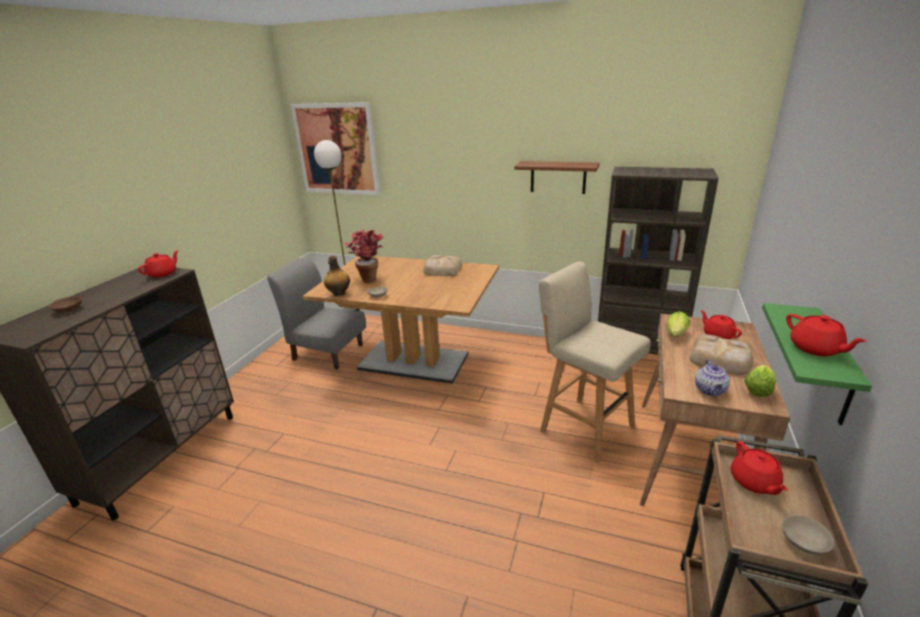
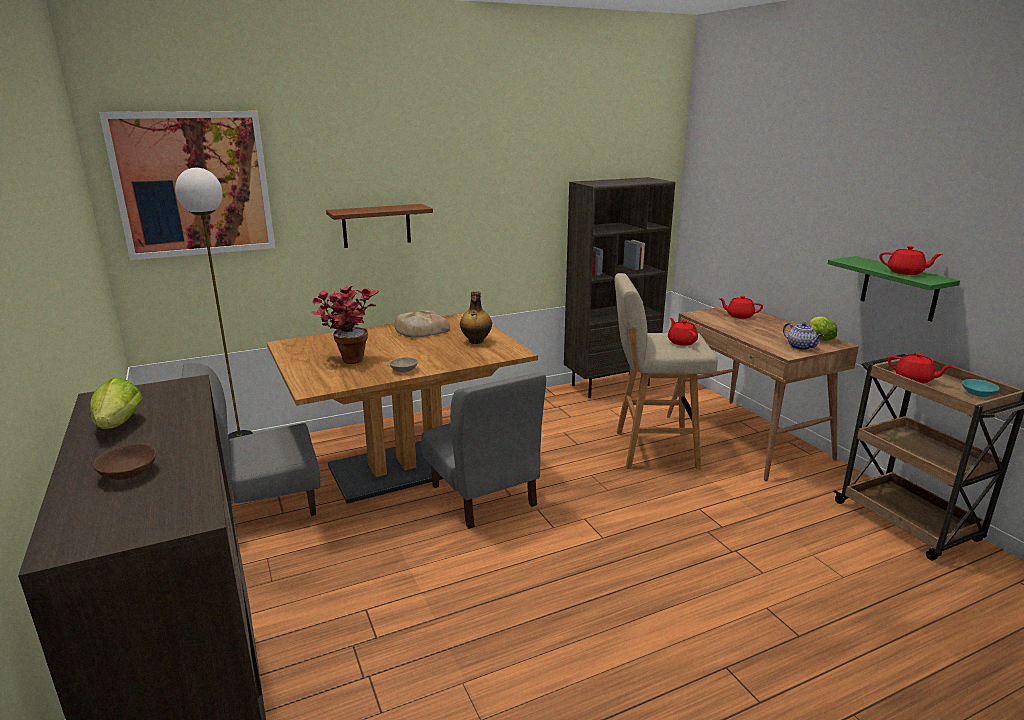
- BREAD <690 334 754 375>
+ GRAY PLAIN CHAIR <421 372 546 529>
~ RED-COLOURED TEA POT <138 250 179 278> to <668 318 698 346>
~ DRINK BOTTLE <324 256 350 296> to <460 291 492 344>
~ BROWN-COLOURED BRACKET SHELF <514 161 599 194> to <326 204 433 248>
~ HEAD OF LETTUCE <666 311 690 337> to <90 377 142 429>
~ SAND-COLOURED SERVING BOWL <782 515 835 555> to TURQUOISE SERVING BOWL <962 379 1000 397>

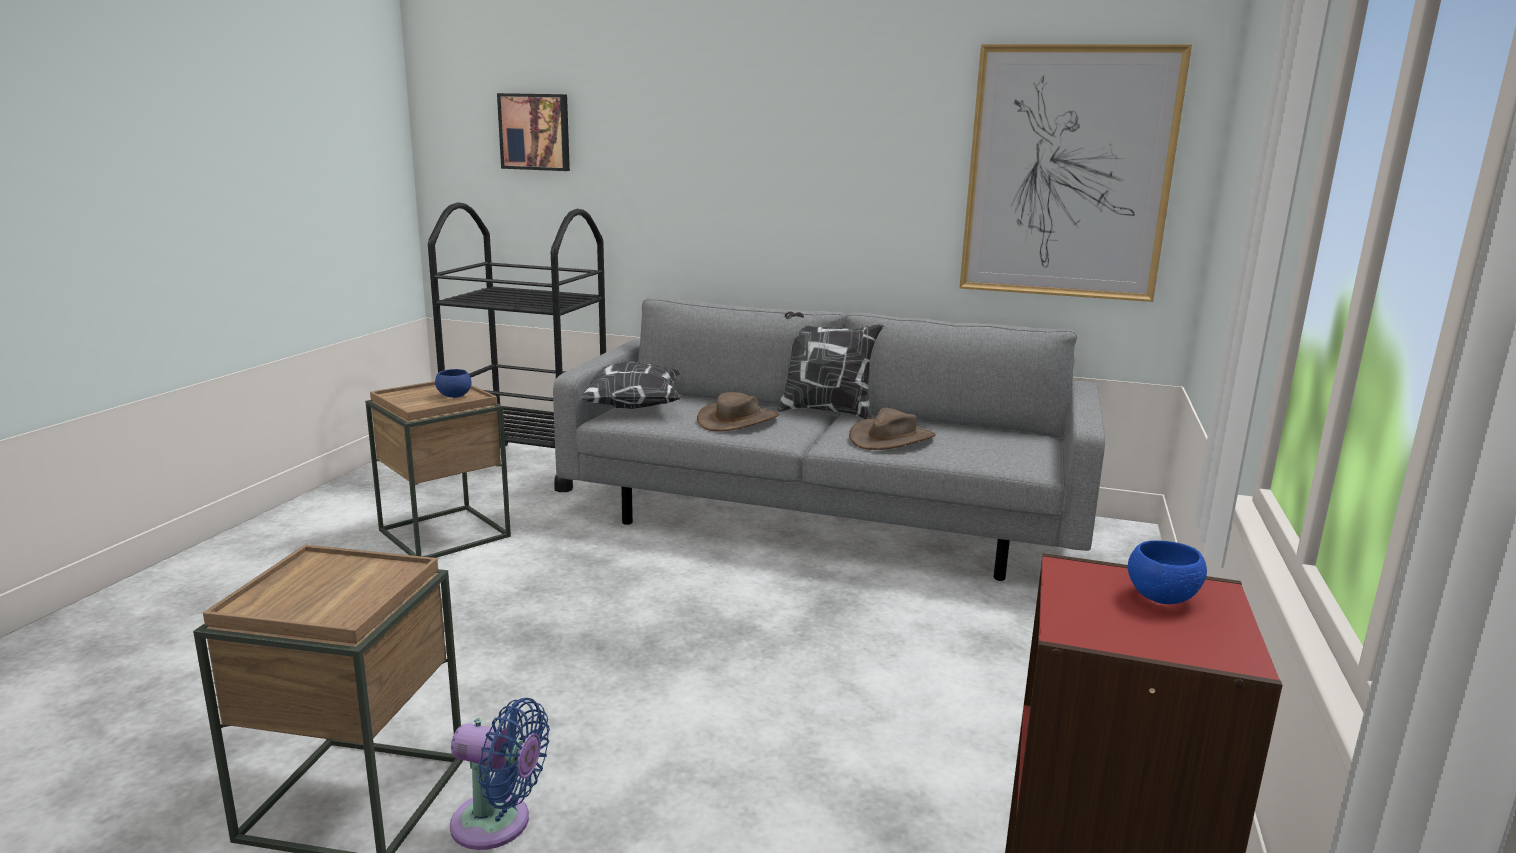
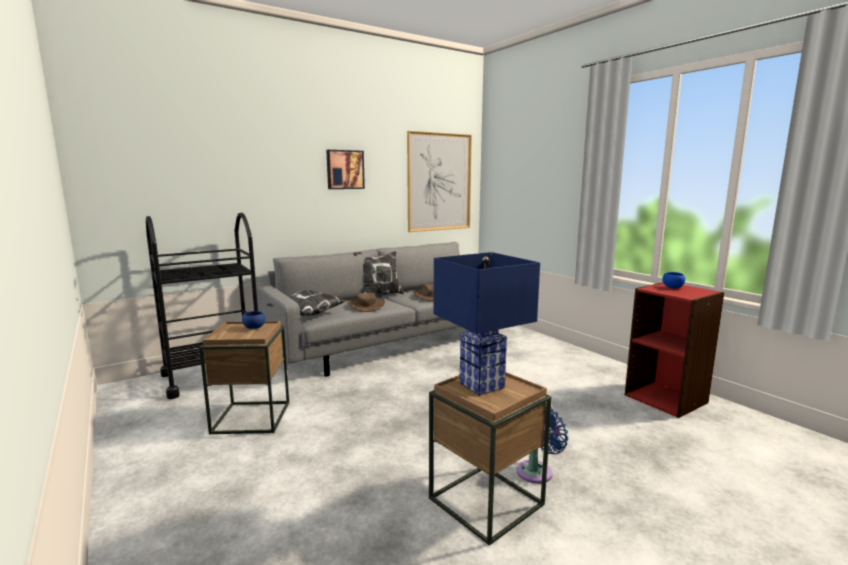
+ BLUISH LAMP FOR A TABLE <434 252 540 395>
~ WALL ART <497 93 570 171> to <326 150 365 189>

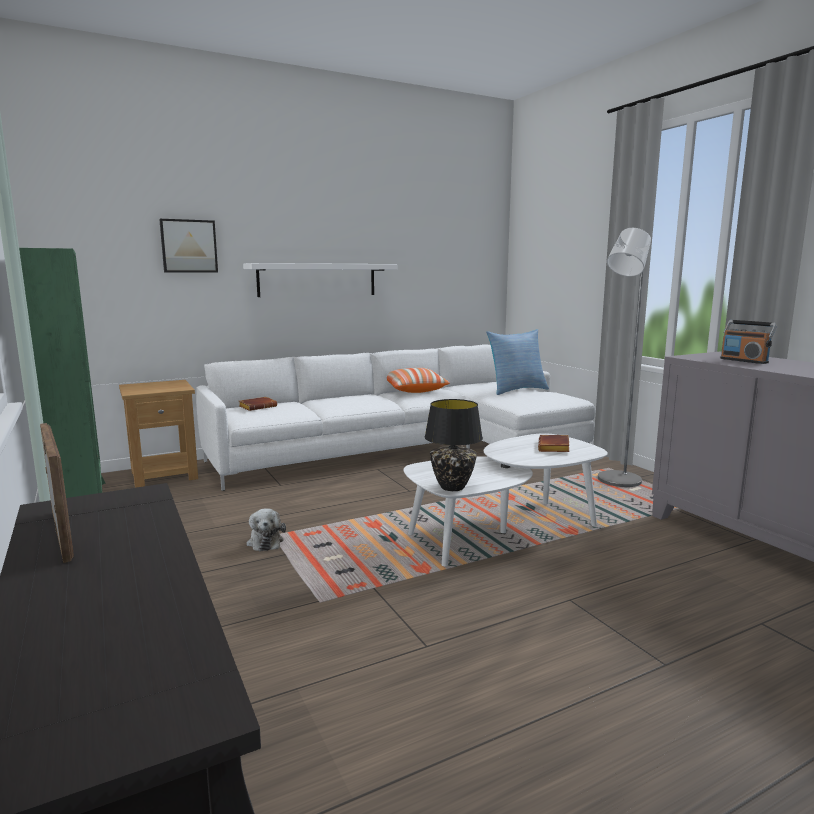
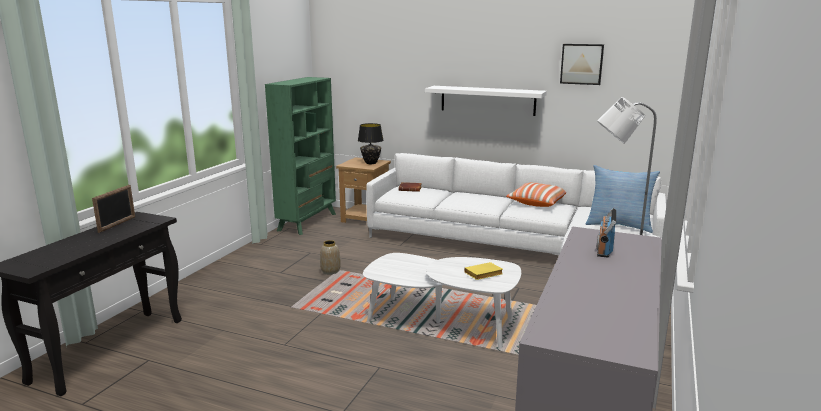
~ WALL ART <159 219 218 273> to <560 44 604 85>
~ BLACK LAMP FOR A TABLE <425 399 483 491> to <358 123 383 164>
~ CUDDLY TOY <246 508 286 551> to DECORATIVE VASE <320 240 341 275>
~ BROWN-COLOURED VOLUME <538 435 569 452> to YELLOW VOLUME <464 262 503 280>

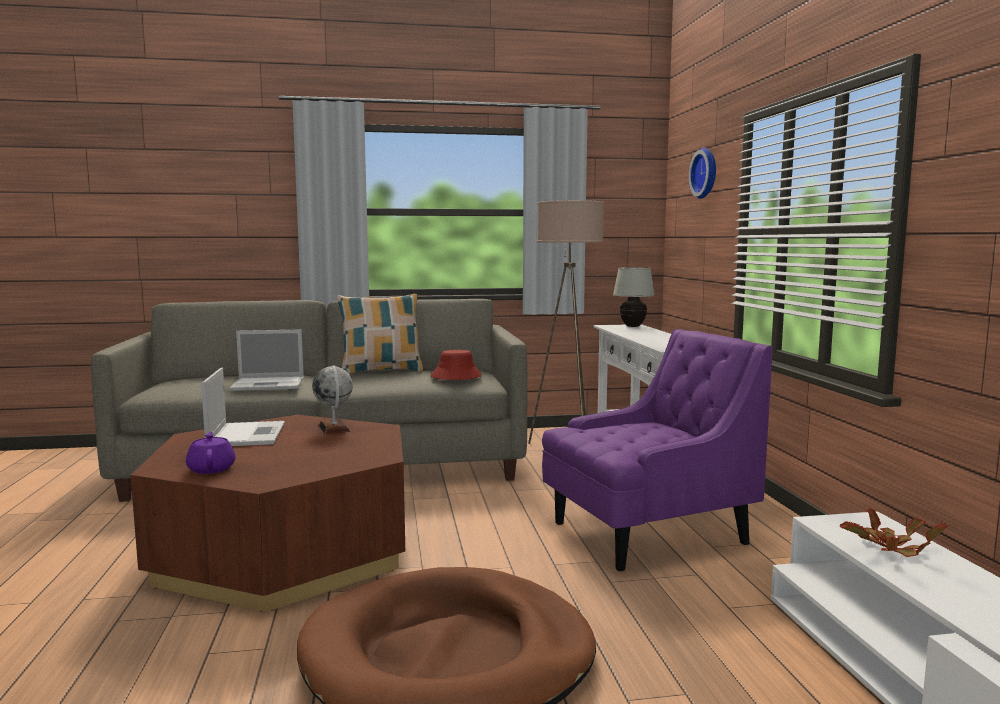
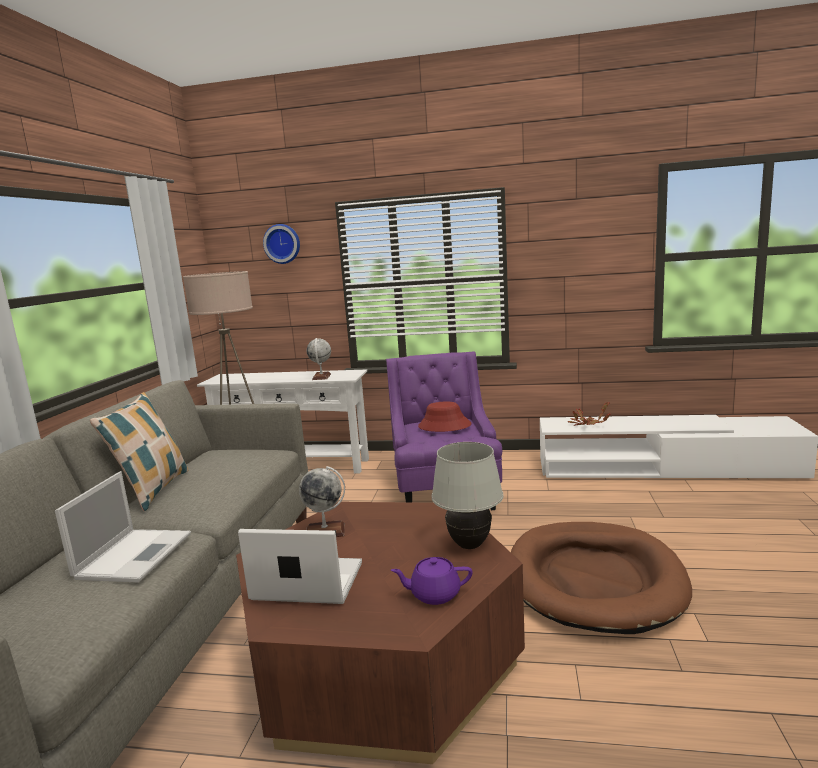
+ WORLD GLOBE <307 338 331 380>
~ RED-COLOURED WEARABLE HAT <431 350 482 380> to <418 402 471 432>
~ WHITISH LAMP FOR A TABLE <613 267 655 327> to <432 442 503 549>

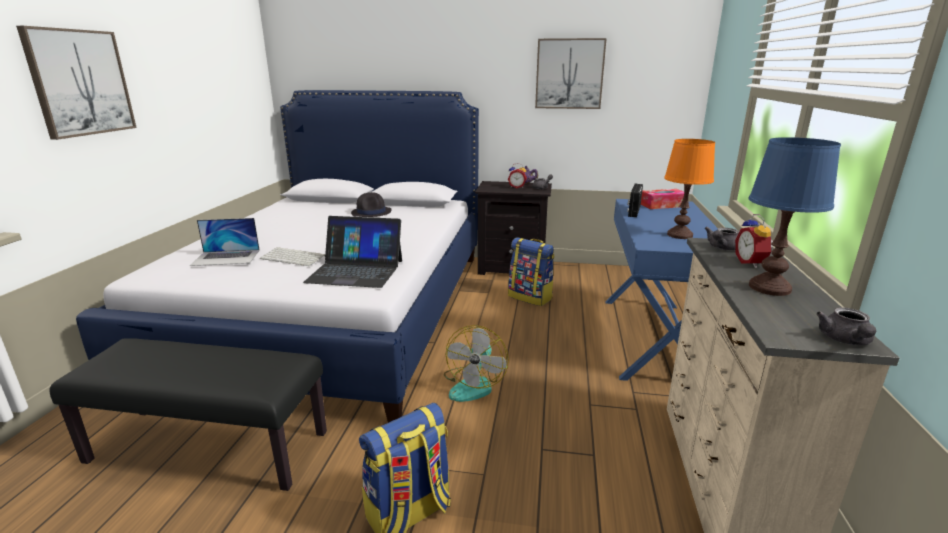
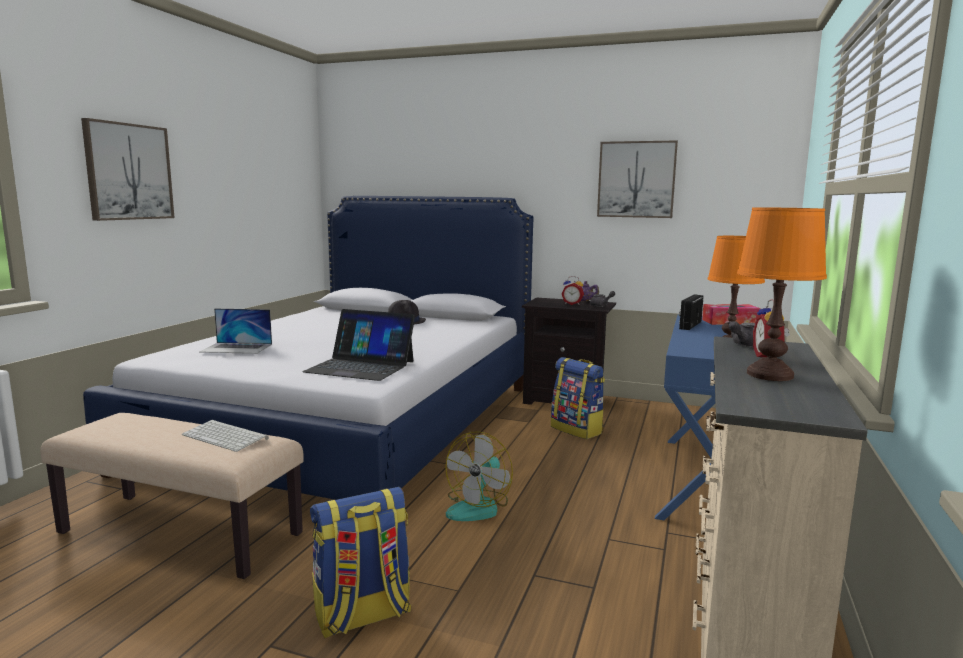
- GRAY TEA POT <816 307 876 345>
~ PC KEYBOARD <260 247 325 266> to <182 420 269 452>
~ BLACK INDOOR BENCH <49 338 327 491> to SAND-COLOURED INDOOR BENCH <41 413 304 579>
~ BLUISH LAMP FOR A TABLE <749 137 841 296> to ORANGEY LAMP FOR A TABLE <737 207 827 381>

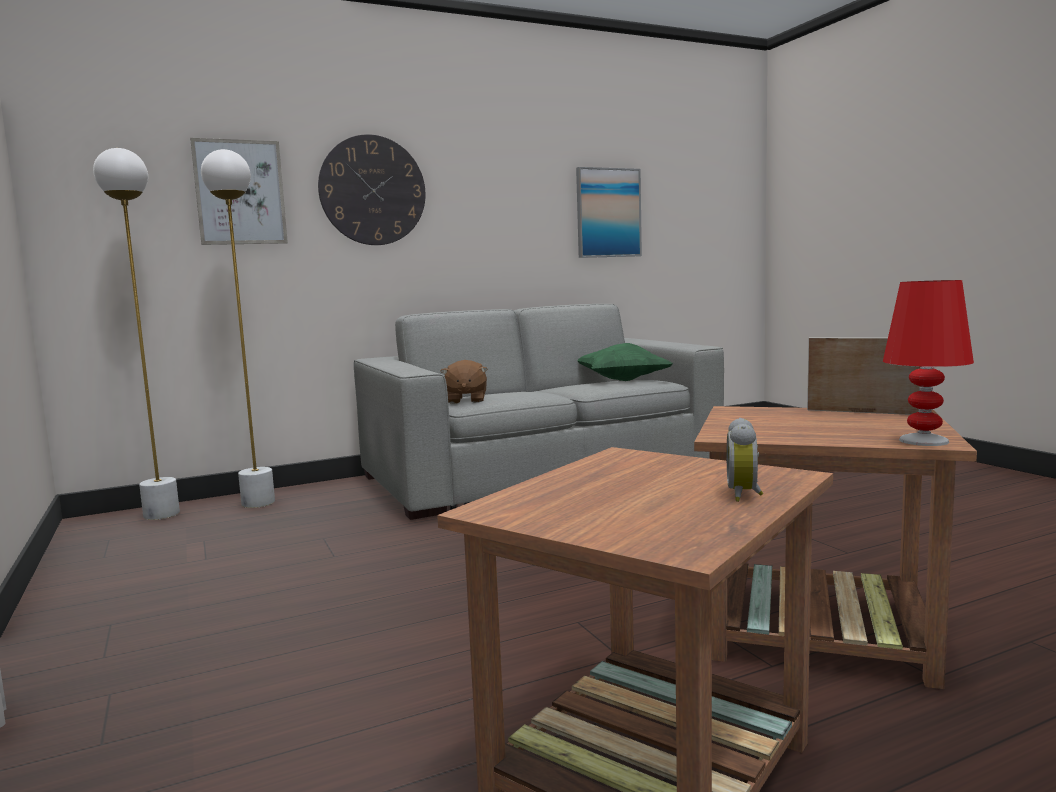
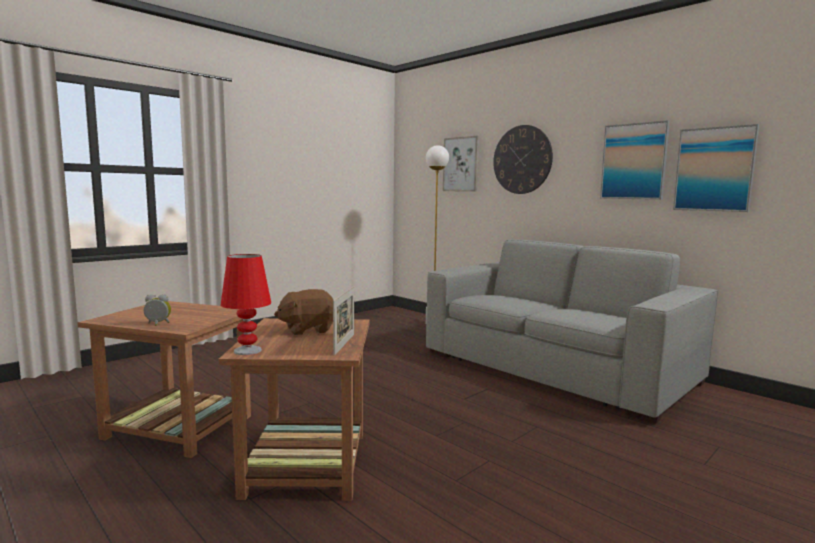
- WHITISH STANDARD LAMP <93 148 180 520>
- GREEN-COLOURED THROW PILLOW <577 343 673 381>
+ WALL ART <600 120 670 200>
~ BROWN-COLOURED CUDDLY TOY <441 360 487 404> to <274 289 333 335>

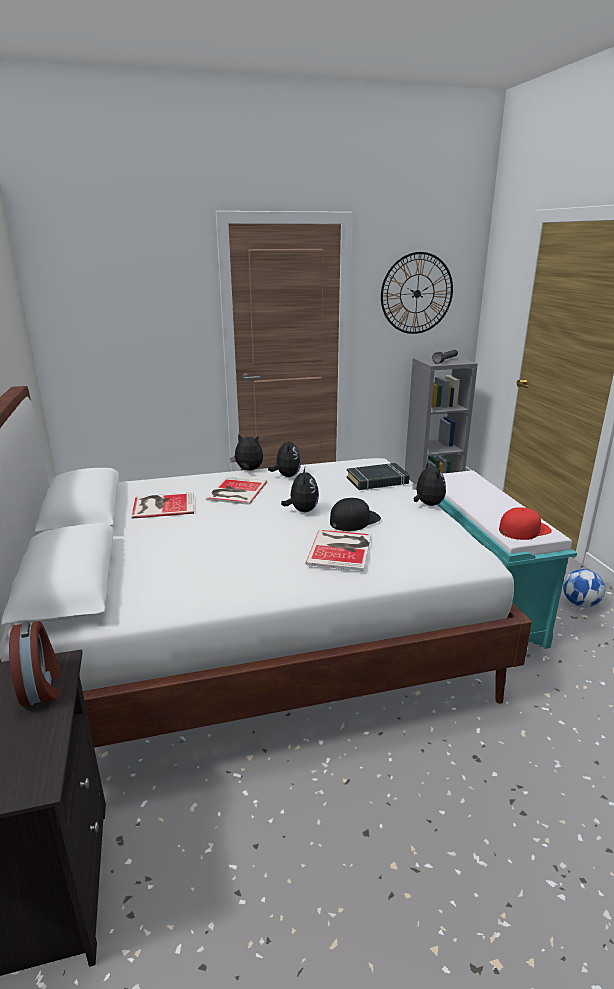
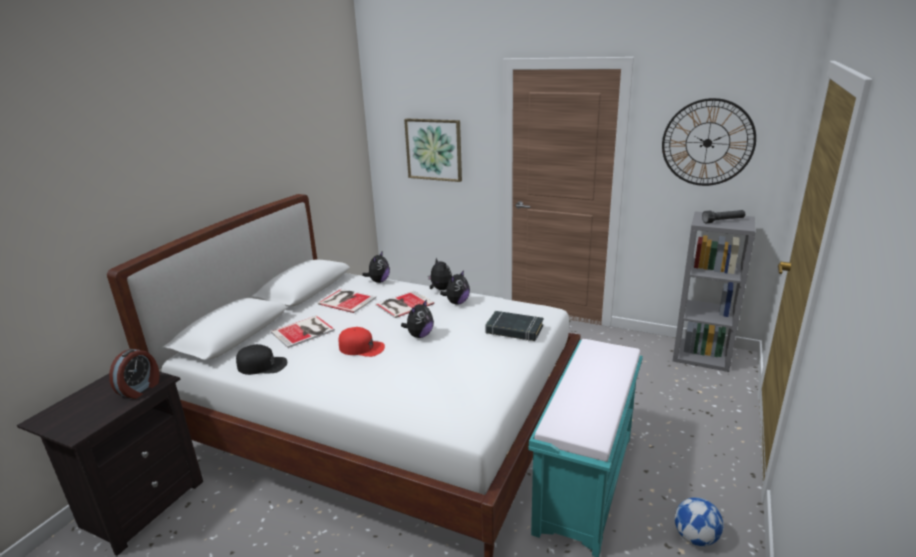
+ WALL ART <404 119 462 182>
~ VOLUME <305 530 371 571> to <271 316 335 348>
~ BLACK PEAKED CAP <330 498 381 531> to <236 344 287 375>
~ CUDDLY TOY <413 461 446 506> to <362 250 390 283>
~ RED-COLOURED PEAKED CAP <499 507 552 540> to <339 327 385 357>

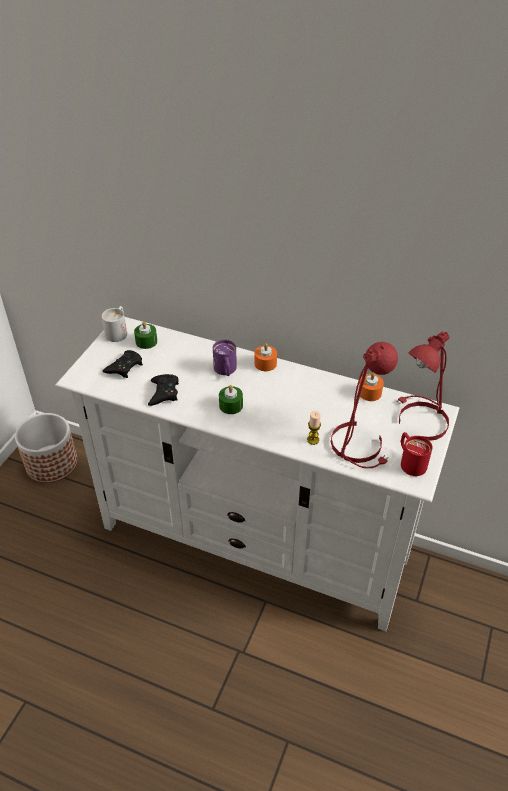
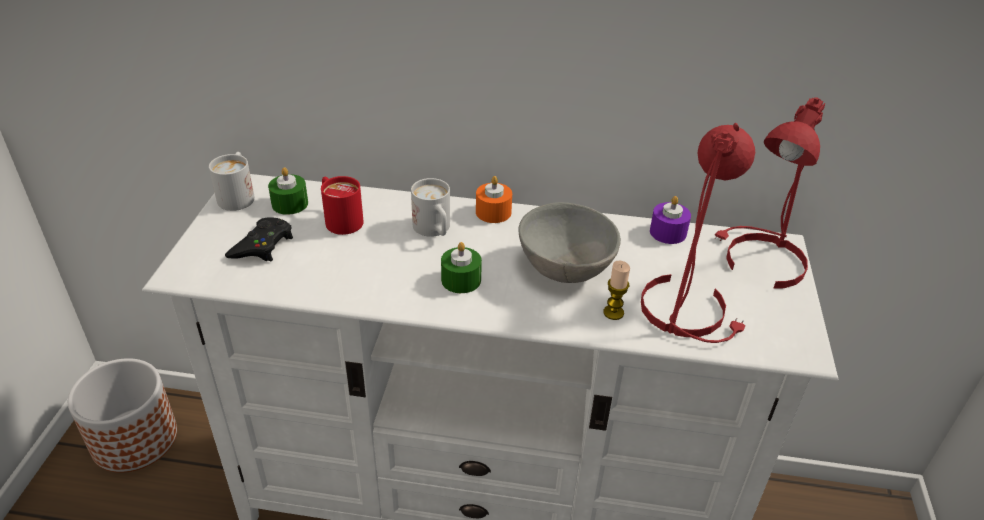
- BLACK GAME CONTROLLER <148 374 179 406>
+ GRAY SERVING BOWL <519 202 621 283>
~ RED-COLOURED MUG <401 432 433 476> to <321 176 363 235>
~ PURPLISH MUG <213 340 237 376> to WHITISH MUG <411 178 450 237>
~ ORANGEY CANDLE <359 372 384 401> to PURPLISH CANDLE <650 196 691 244>

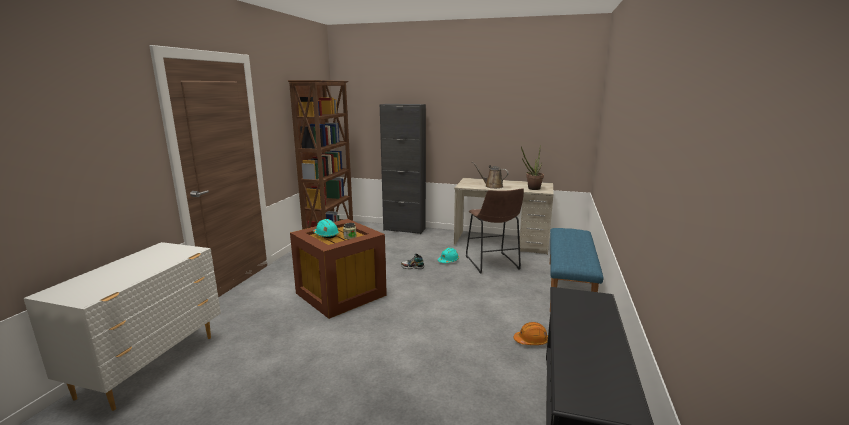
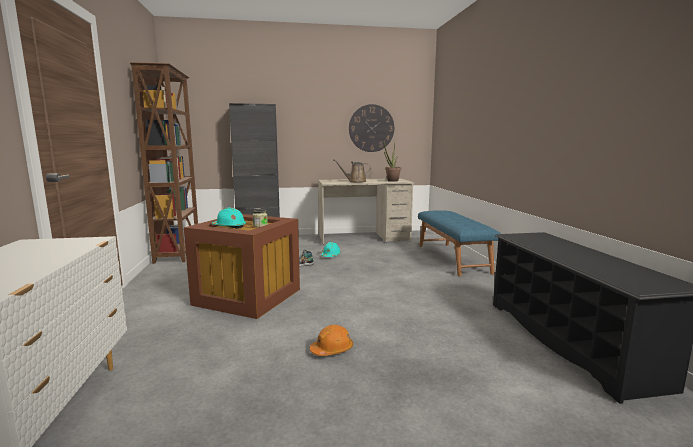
- BROWN-COLOURED STOOL <466 188 524 273>
+ CLOCK ON THE WALL <349 104 394 152>
~ ORANGEY HARD HAT <514 322 548 345> to <310 325 353 356>

